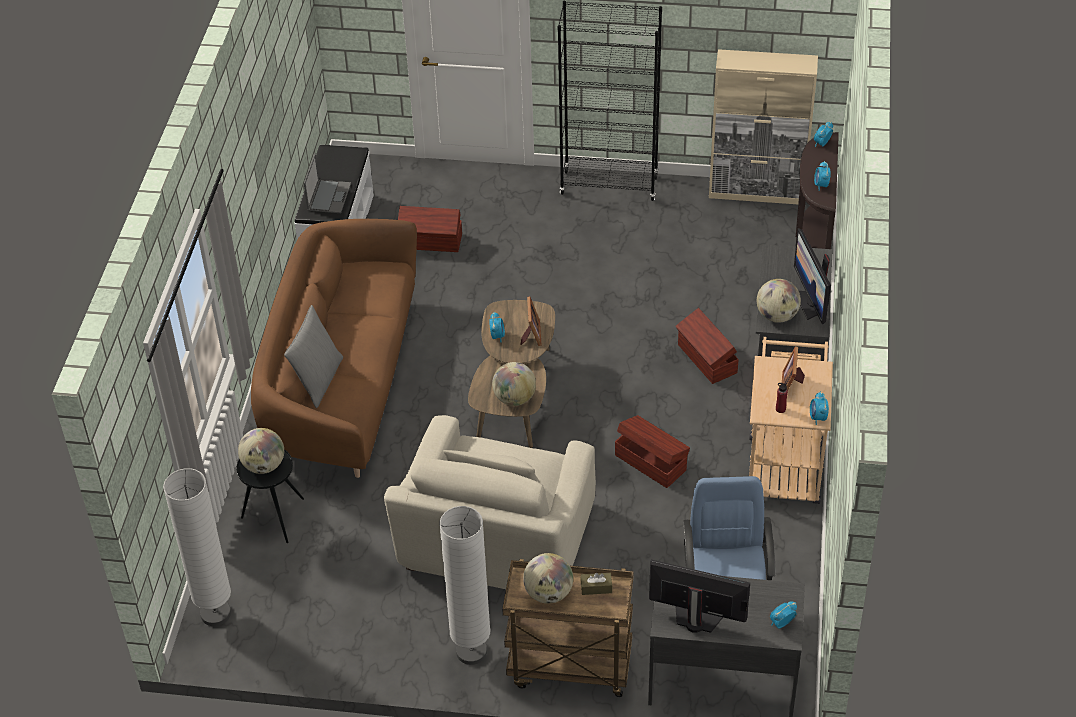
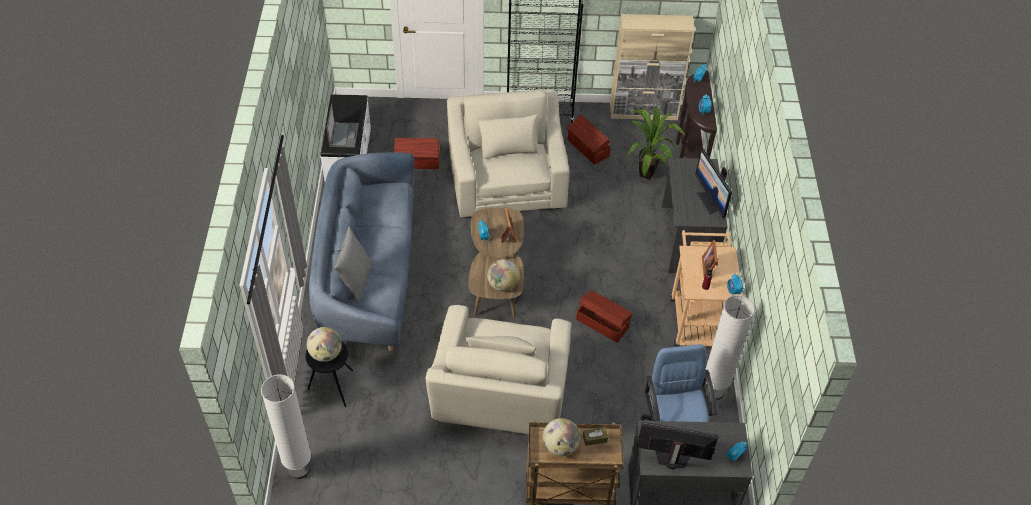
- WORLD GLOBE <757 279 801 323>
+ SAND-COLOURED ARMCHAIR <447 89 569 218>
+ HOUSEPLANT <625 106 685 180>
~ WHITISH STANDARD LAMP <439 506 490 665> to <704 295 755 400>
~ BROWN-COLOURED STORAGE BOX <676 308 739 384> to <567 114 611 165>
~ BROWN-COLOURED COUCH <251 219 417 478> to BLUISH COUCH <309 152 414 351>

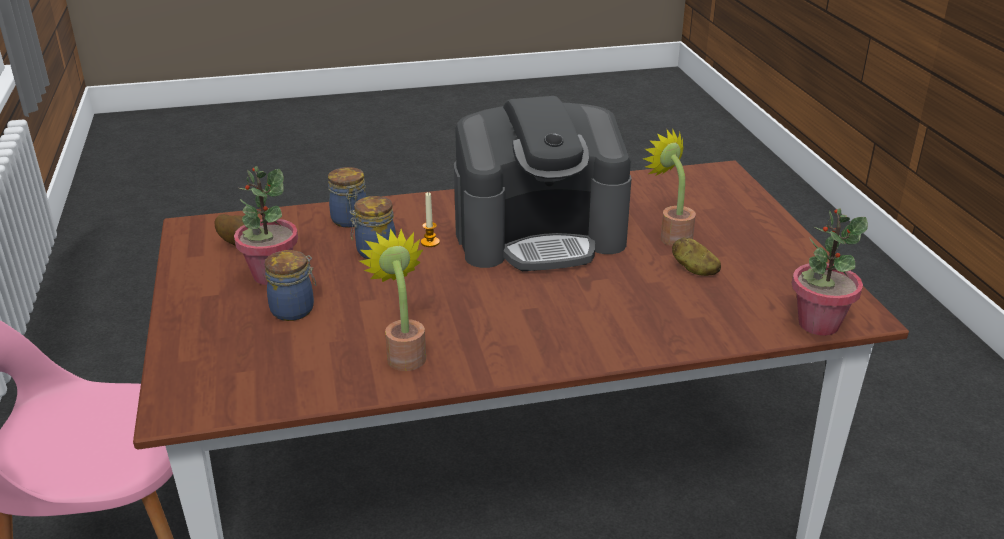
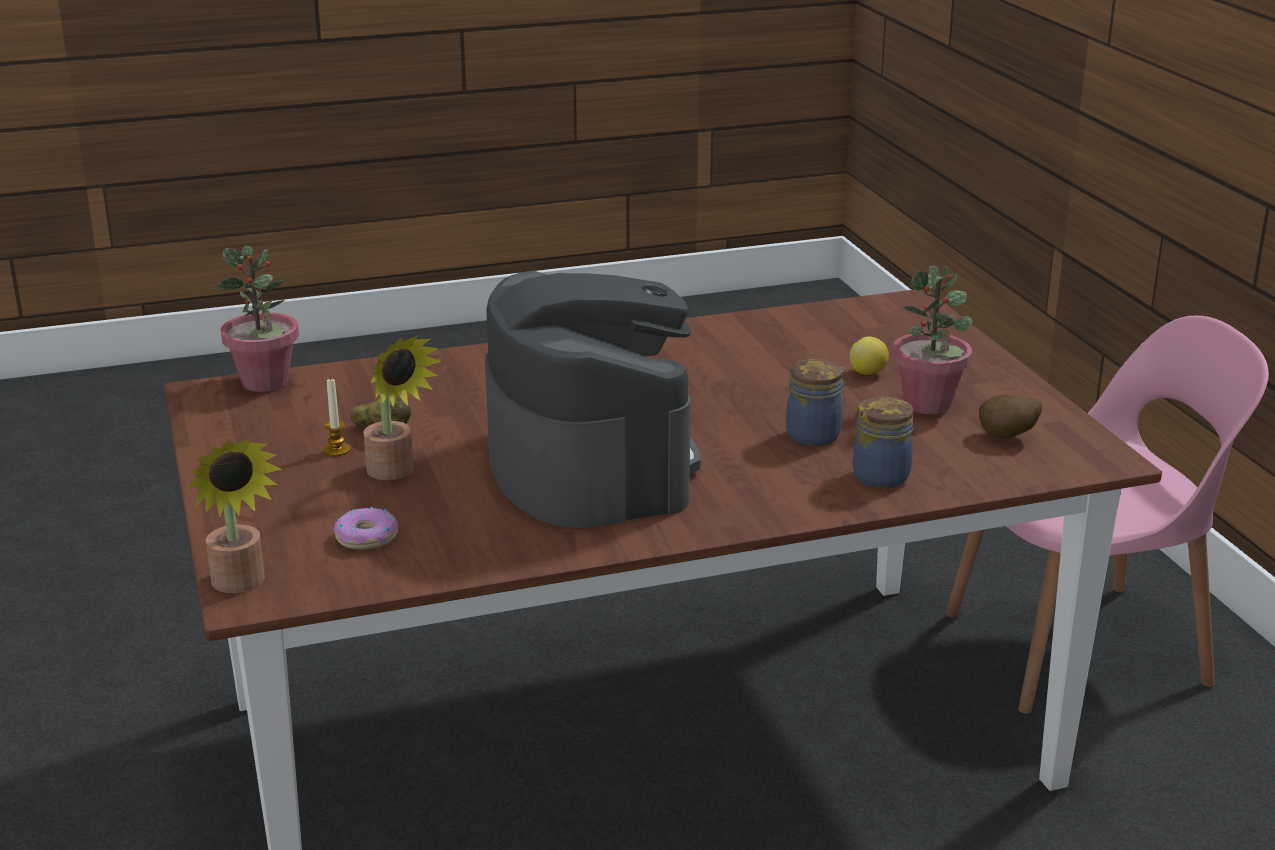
+ DOUGHNUT <334 507 398 550>
~ HOUSEPLANT <359 228 426 371> to <188 439 282 593>
~ CANDLE <421 192 440 247> to <323 377 351 456>
~ PRESERVE JAR <264 250 316 321> to LEMON <850 336 889 375>
~ COFFEE BREWER <454 96 632 271> = <485 270 700 528> 90 degrees clockwise

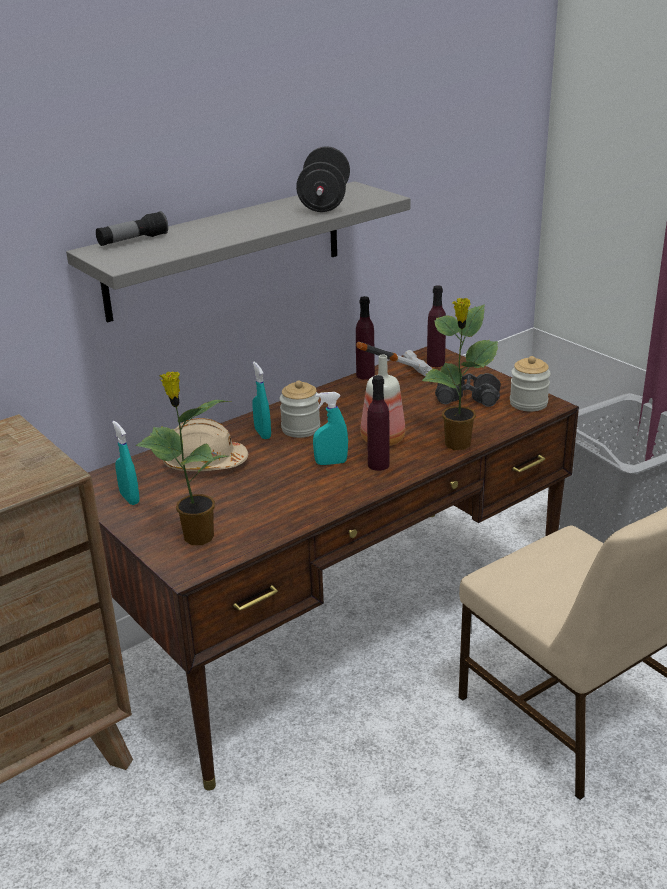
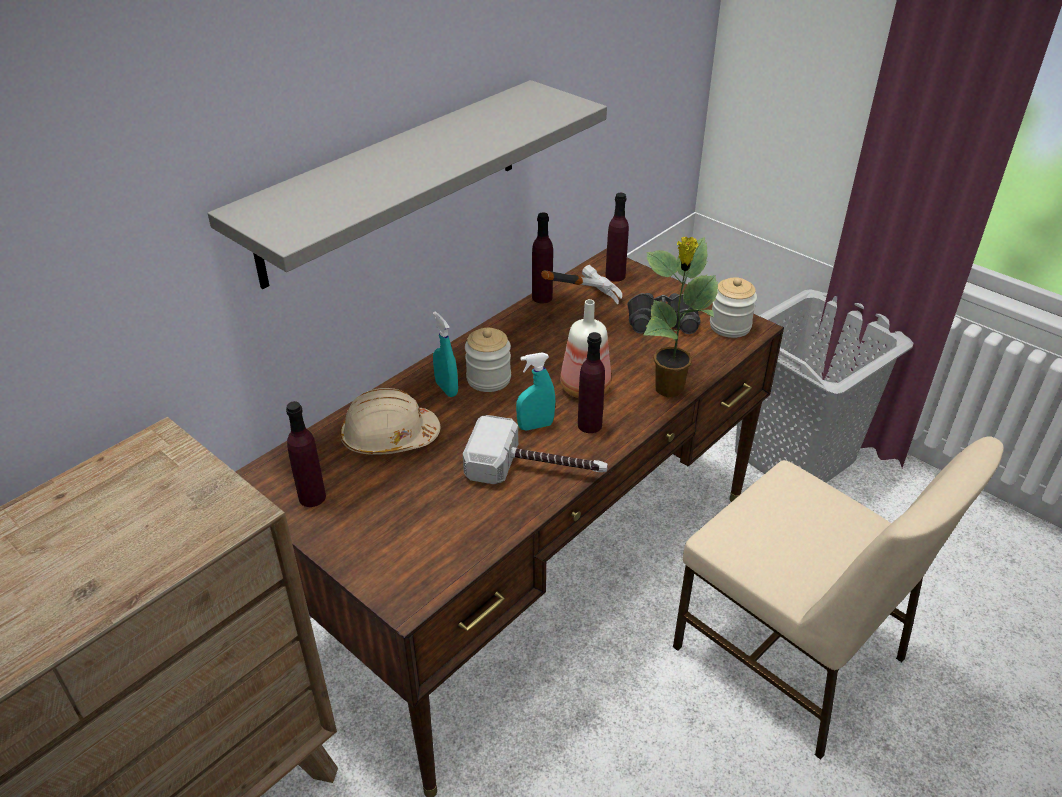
- FLASHLIGHT <96 211 168 246>
- HOUSEPLANT <135 371 232 545>
- BLACK DUMBBELL <296 146 350 212>
+ TOOL HAMMER <463 415 608 484>
~ TURQUOISE HAND SPRAYER <112 421 140 505> to PURPLISH DRINK BOTTLE <286 401 326 507>

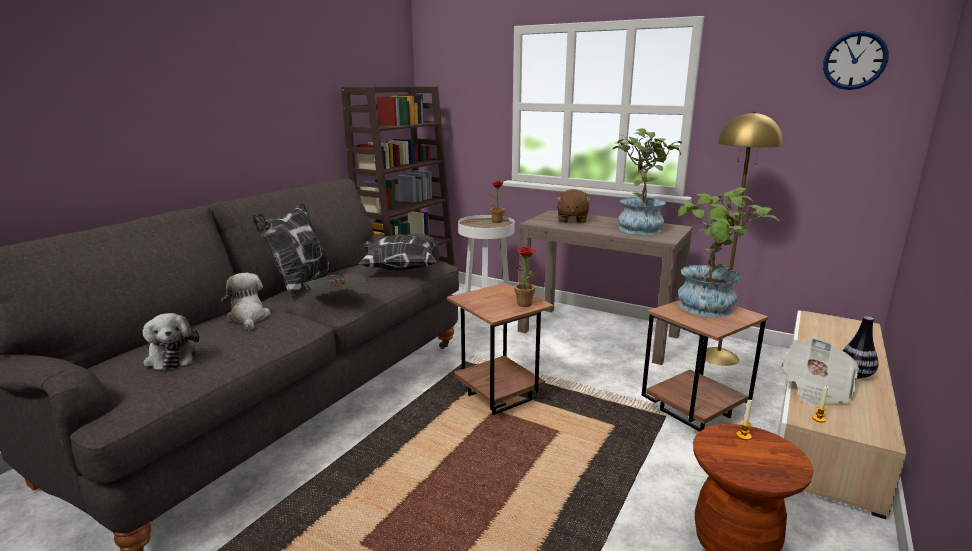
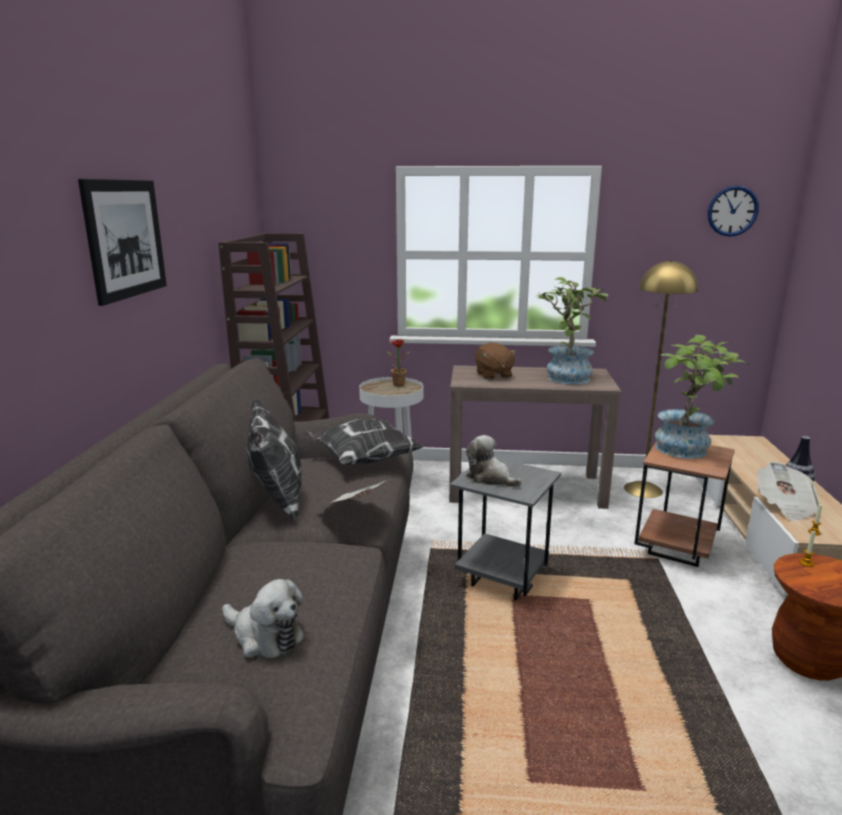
- HOUSEPLANT <512 246 540 307>
+ WALL ART <78 179 167 306>
~ CUDDLY TOY <221 273 271 331> to <466 435 522 487>
~ BROWN-COLOURED SIDE TABLE <447 283 554 415> to GRAY SIDE TABLE <450 458 561 600>

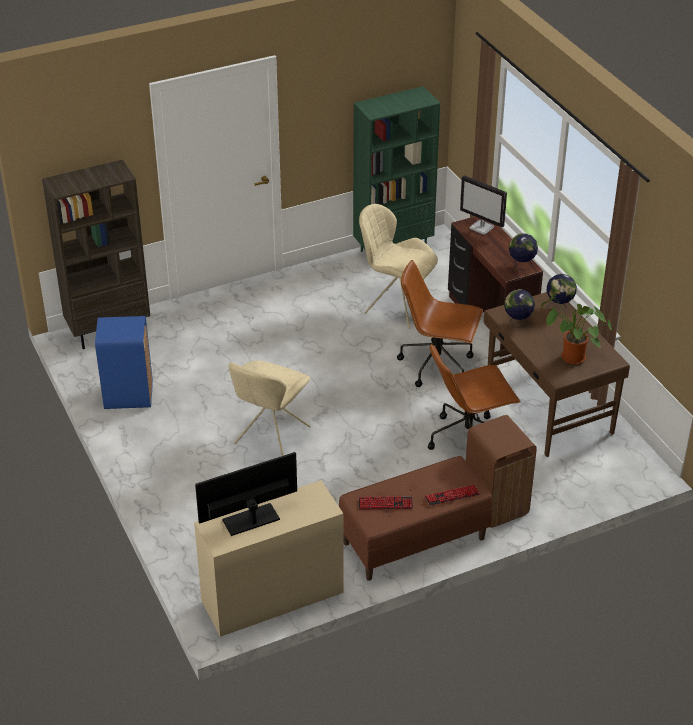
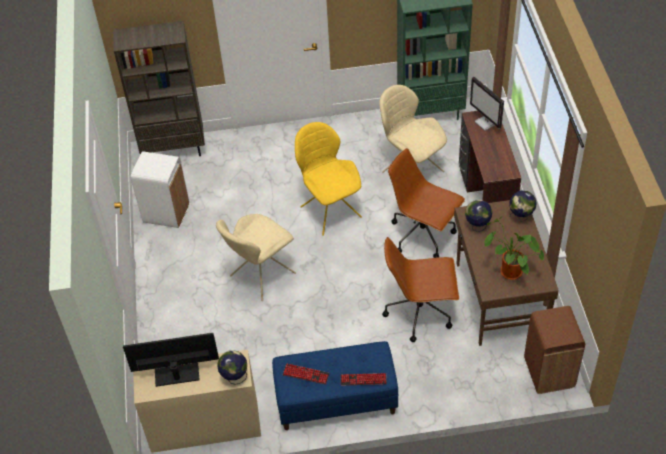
+ YELLOW PLAIN CHAIR <295 122 362 236>
~ BROWN-COLOURED TRASH CAN <466 415 537 528> to <524 306 585 394>
~ WORLD GLOBE <509 234 538 270> to <217 350 247 385>
~ BLUISH TRASH CAN <95 316 153 409> to WHITISH TRASH CAN <131 151 190 228>
~ BROWN-COLOURED INDOOR BENCH <339 456 493 581> to BLUISH INDOOR BENCH <272 341 398 430>

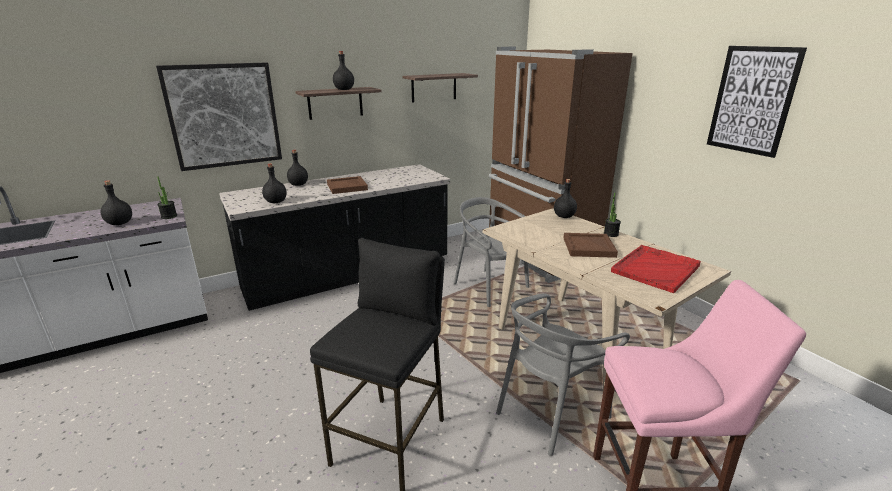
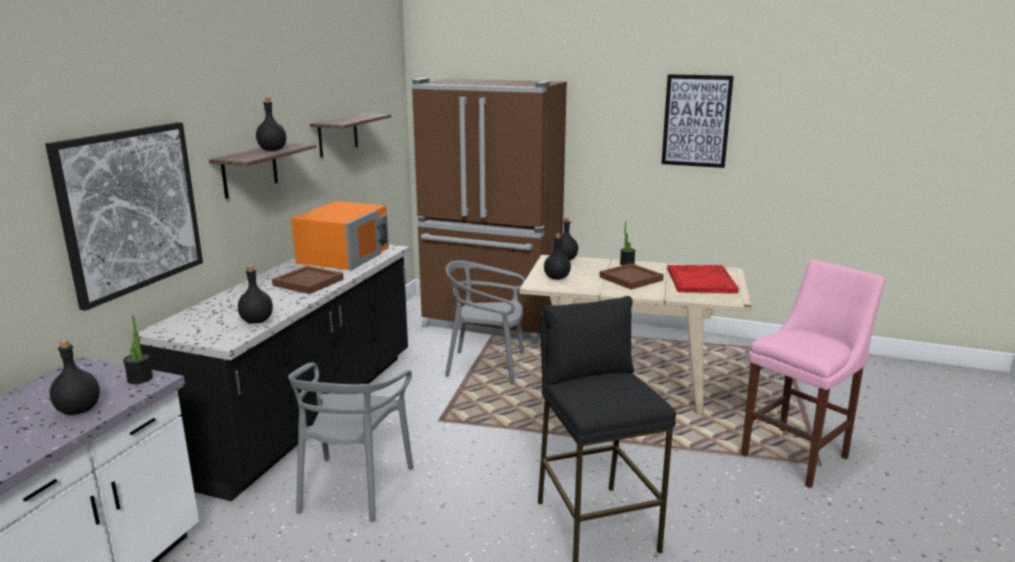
+ ORANGEY MICROWAVE OVEN <291 201 389 271>
~ BLACK DRINK BOTTLE <287 150 308 186> to <544 233 571 280>
~ GRAY PLAIN CHAIR <496 293 630 456> to <288 363 413 522>

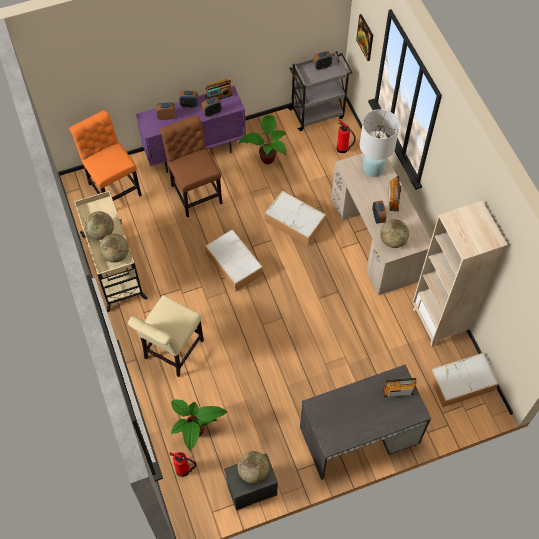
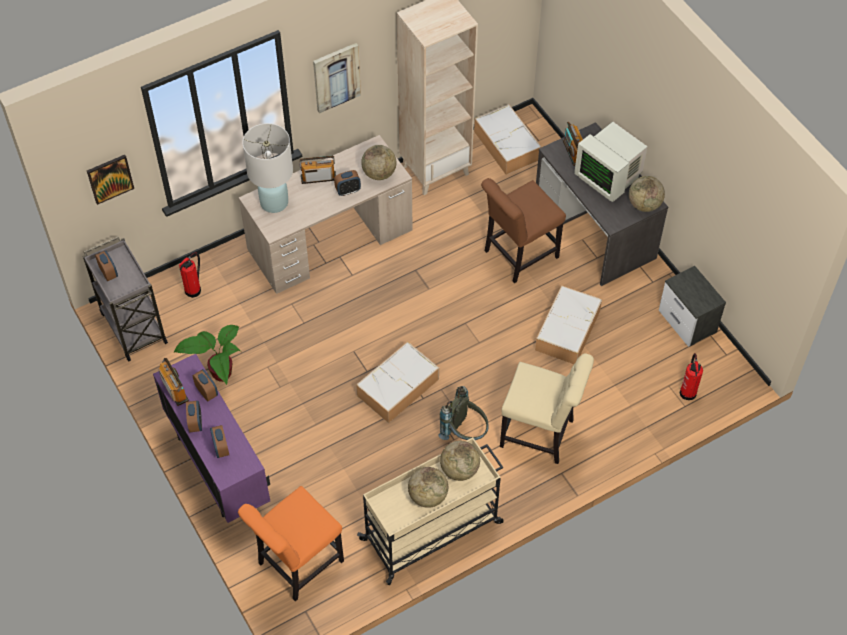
- HOUSEPLANT <171 400 227 452>
+ WALL ART <313 43 361 114>
+ GRAY BACKPACK <439 386 489 440>
+ COMPUTER DISPLAY <574 121 647 202>
~ BROWN-COLOURED PLAIN CHAIR <160 115 222 217> to <481 178 566 283>
~ WORLD GLOBE <238 451 269 483> to <629 176 665 212>
~ STORAGE BOX <264 191 326 246> to <535 285 602 364>

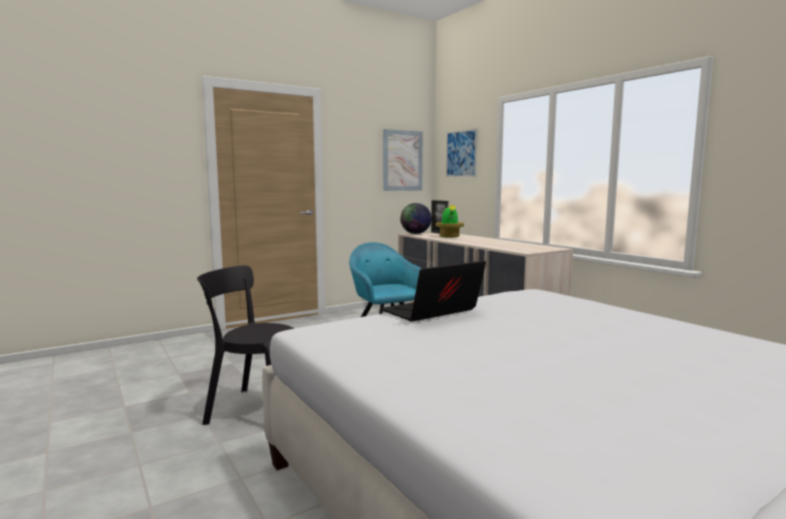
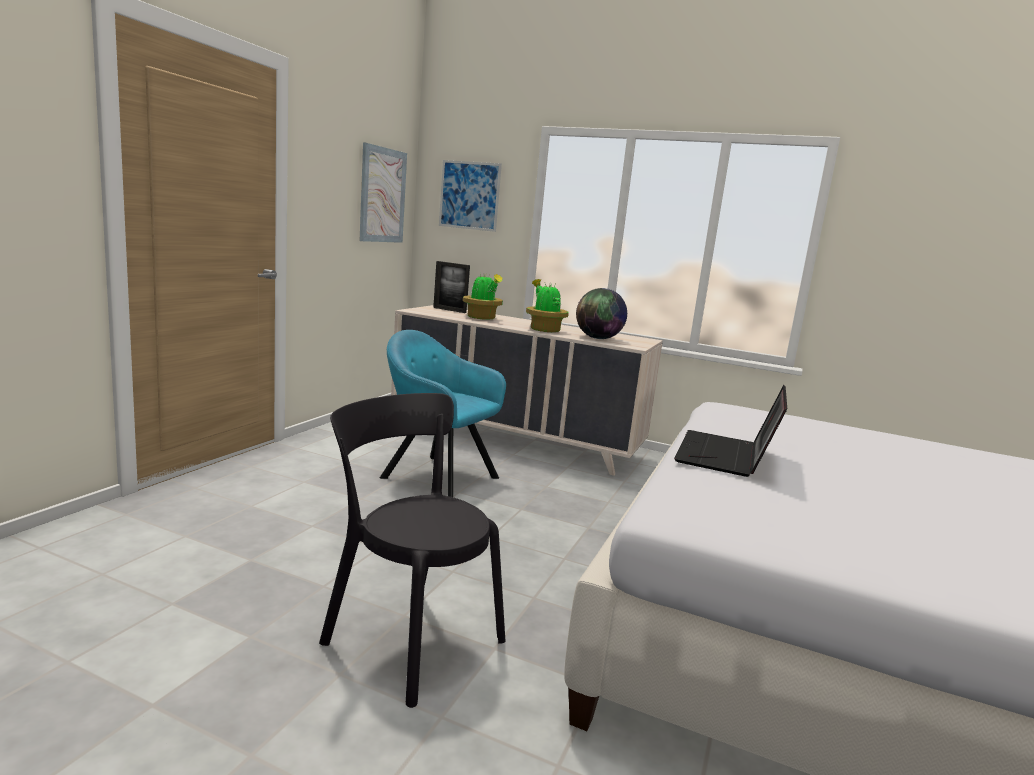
+ HOUSEPLANT <526 279 569 332>
~ WORLD GLOBE <400 203 432 234> to <576 288 627 339>
~ BLACK PLAIN CHAIR <197 265 294 425> = <319 393 505 708> 60 degrees clockwise

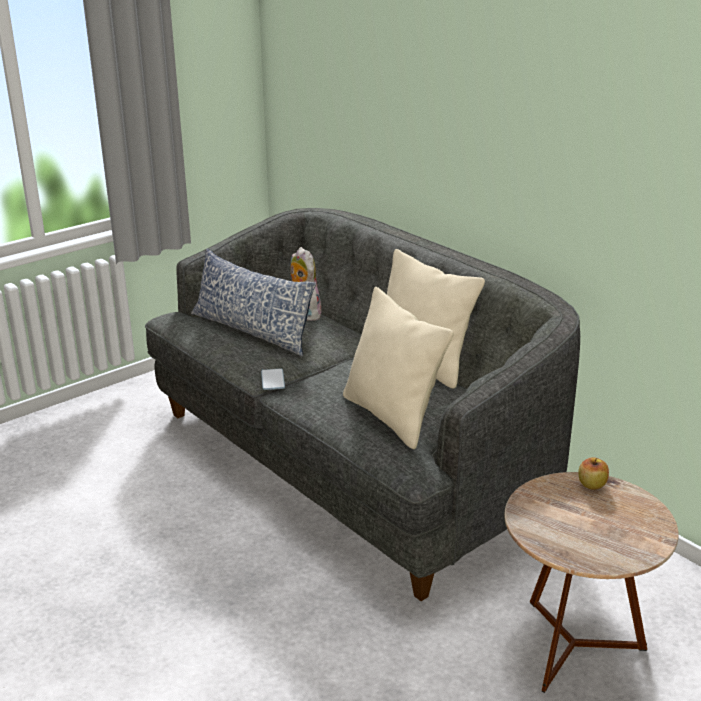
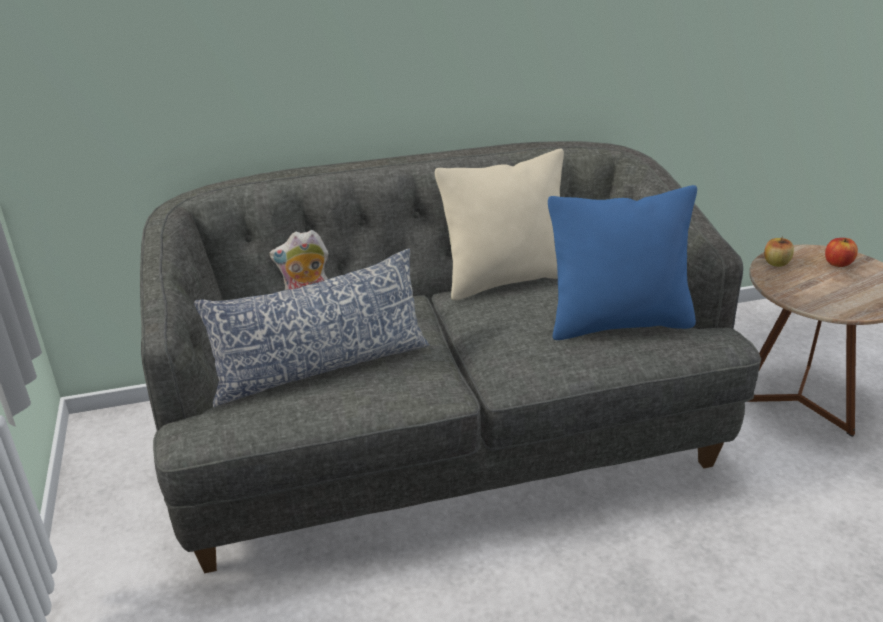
- PHONE <261 369 285 390>
+ APPLE <825 238 858 267>
~ SAND-COLOURED THROW PILLOW <343 287 453 449> to BLUISH THROW PILLOW <548 185 697 340>

